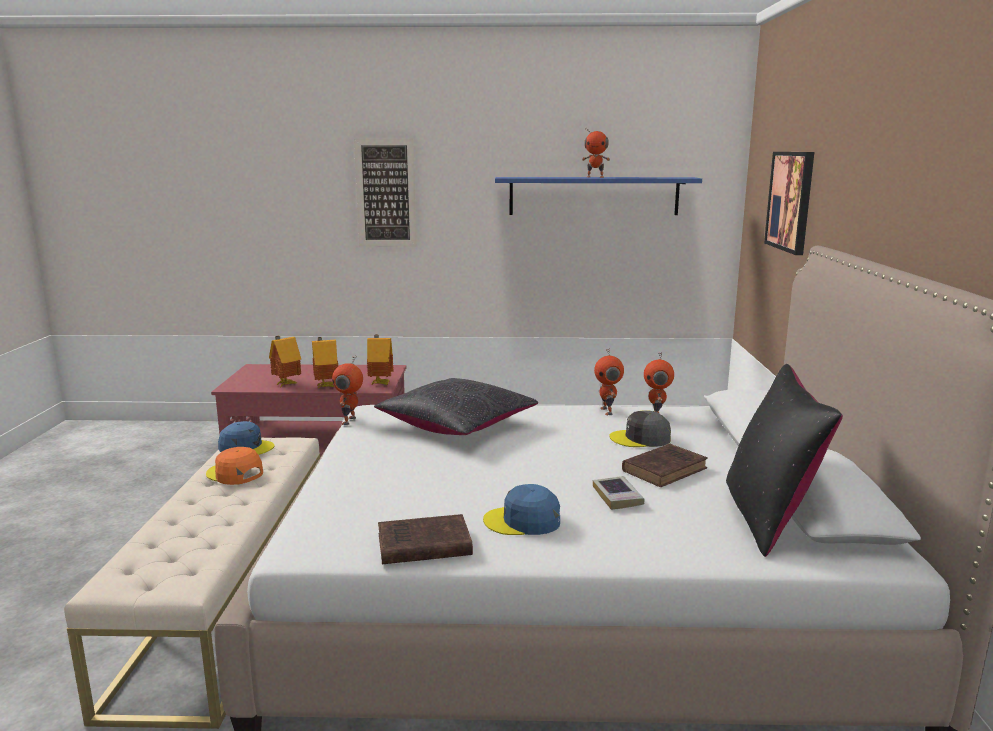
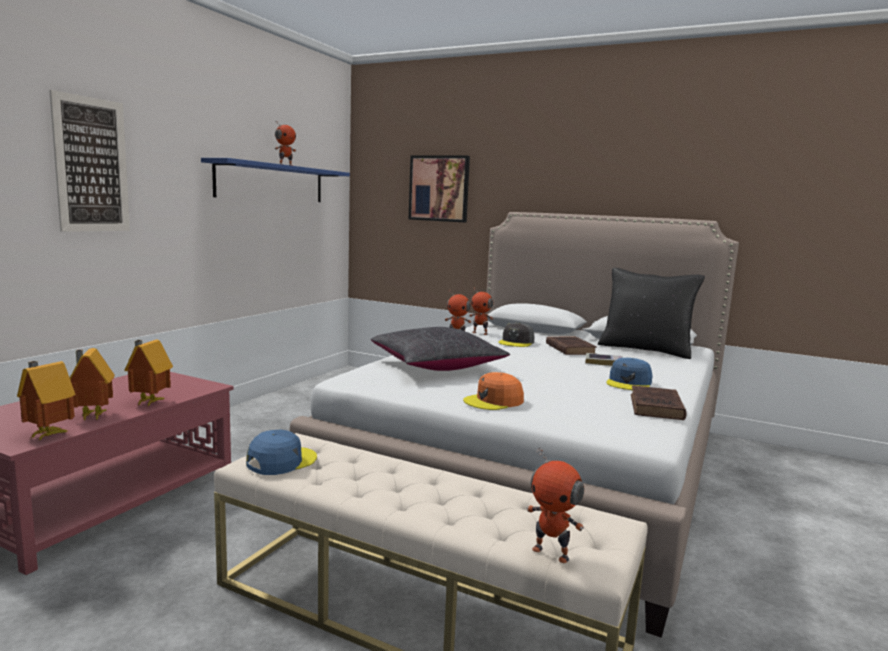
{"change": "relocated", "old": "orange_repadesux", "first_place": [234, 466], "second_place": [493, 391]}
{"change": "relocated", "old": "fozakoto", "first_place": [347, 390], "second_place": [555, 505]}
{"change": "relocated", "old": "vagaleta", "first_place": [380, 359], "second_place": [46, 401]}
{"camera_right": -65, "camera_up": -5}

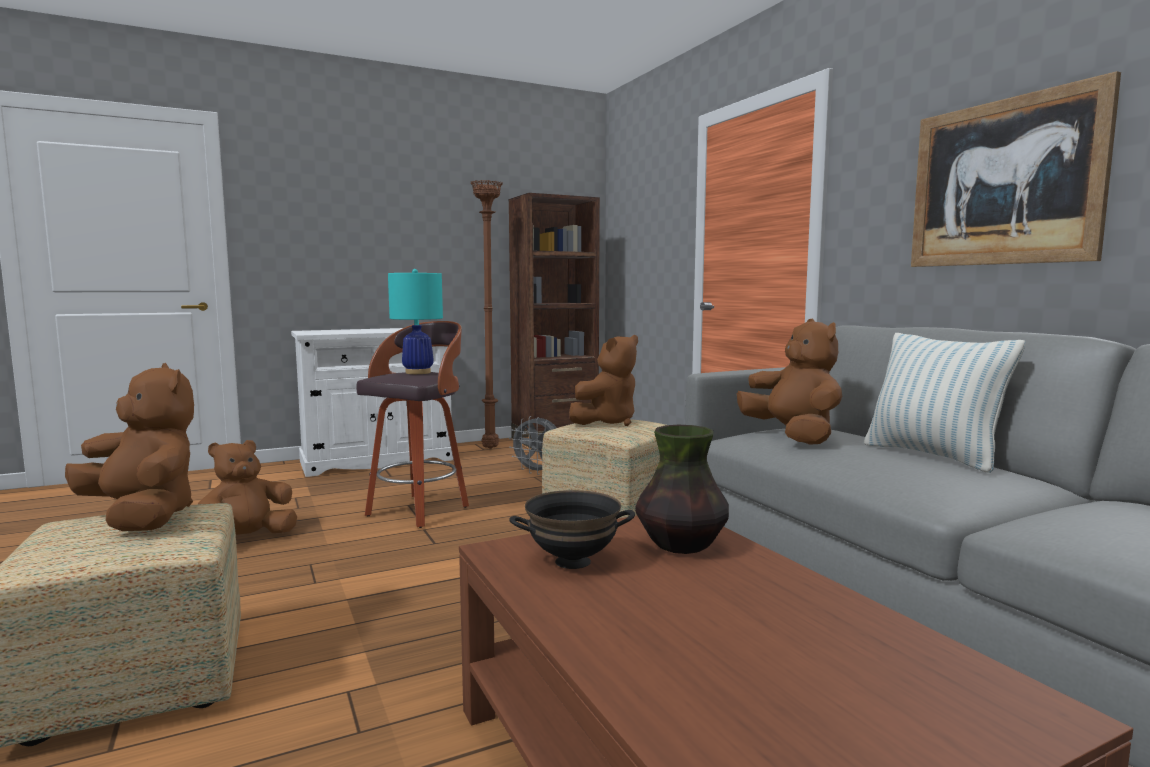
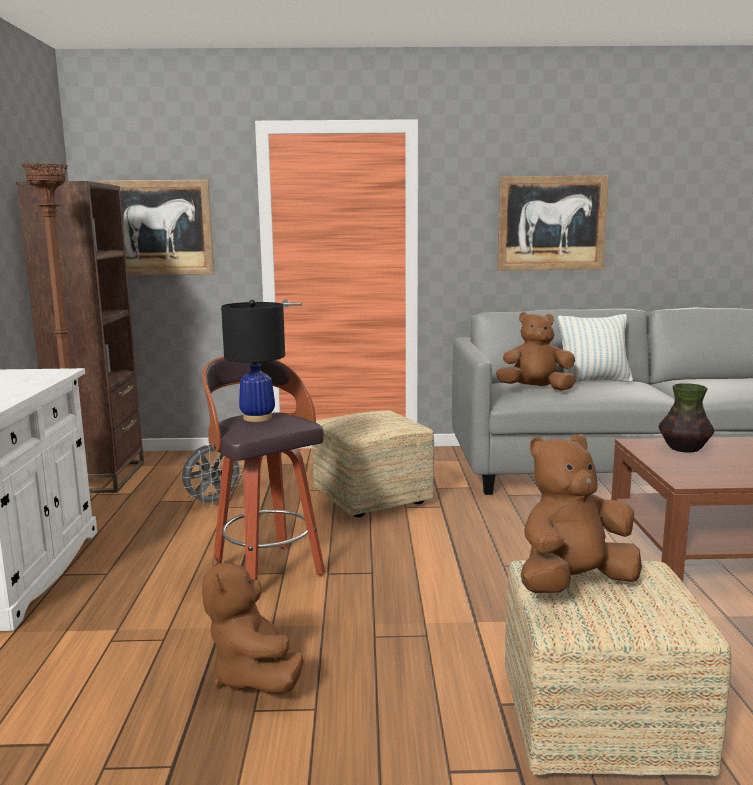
{"change": "colour", "old": "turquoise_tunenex", "new": "black_tunenex", "first_place": [415, 321], "second_place": [253, 361]}
{"change": "missing", "old": "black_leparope", "first_place": [572, 529]}
{"change": "missing", "old": "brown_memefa", "first_place": [603, 380]}
{"change": "appeared", "new": "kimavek", "second_place": [155, 227]}
{"camera_right": -65, "camera_up": 5}

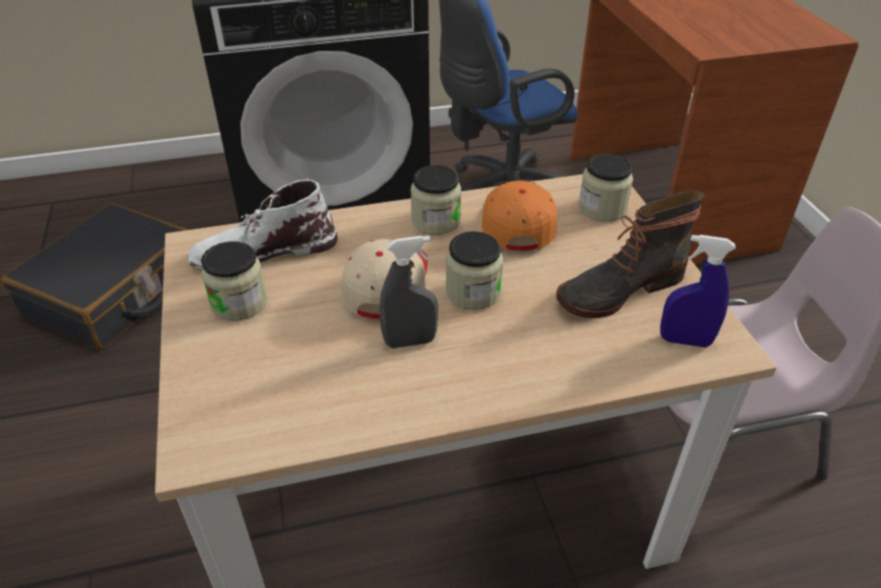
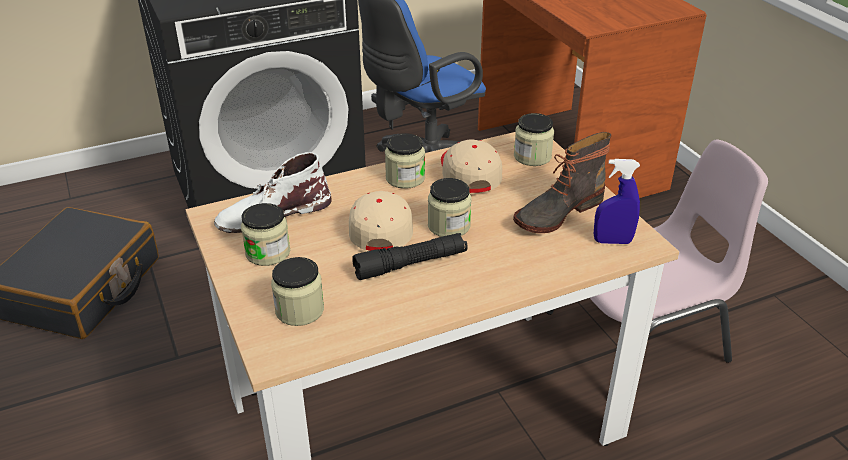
{"change": "exchanged", "old": "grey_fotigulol", "new": "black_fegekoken", "first_place": [409, 291], "second_place": [410, 256]}
{"change": "colour", "old": "orange_repadesux", "new": "beige_repadesux", "first_place": [519, 215], "second_place": [471, 166]}
{"change": "appeared", "new": "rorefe", "second_place": [297, 291]}
{"camera_right": -10, "camera_up": -5}

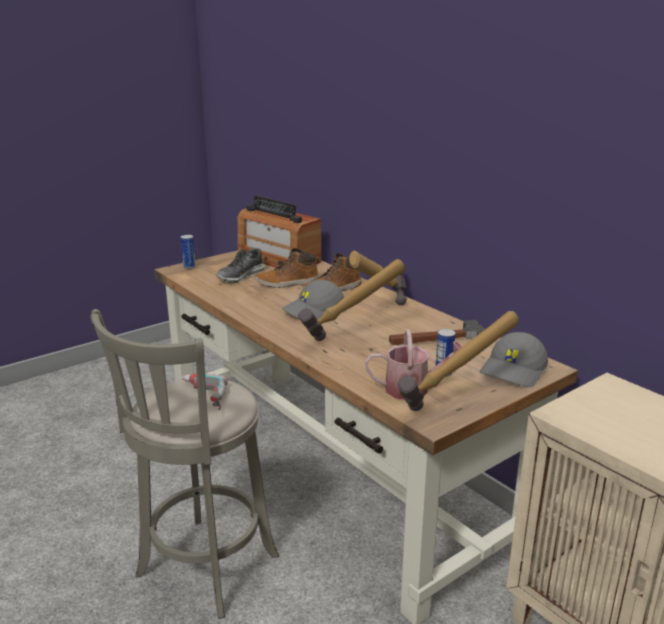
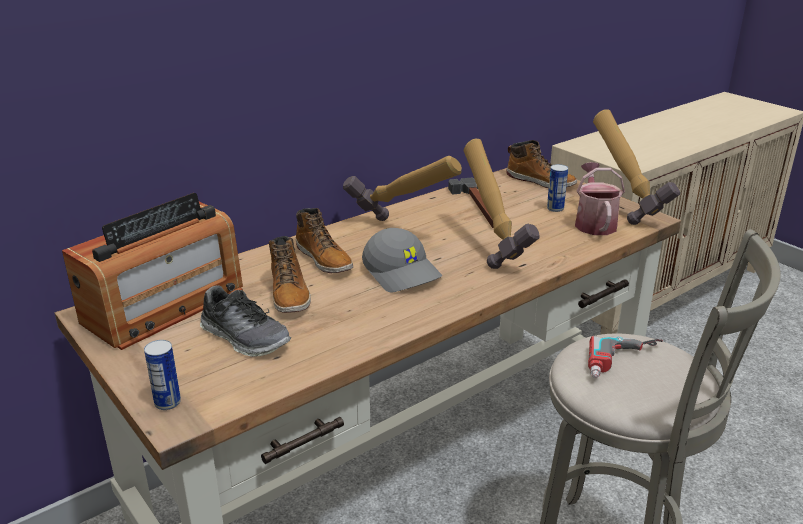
{"change": "exchanged", "old": "grey_repadesux", "new": "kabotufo", "first_place": [513, 359], "second_place": [541, 164]}
{"camera_right": -90, "camera_up": 5}

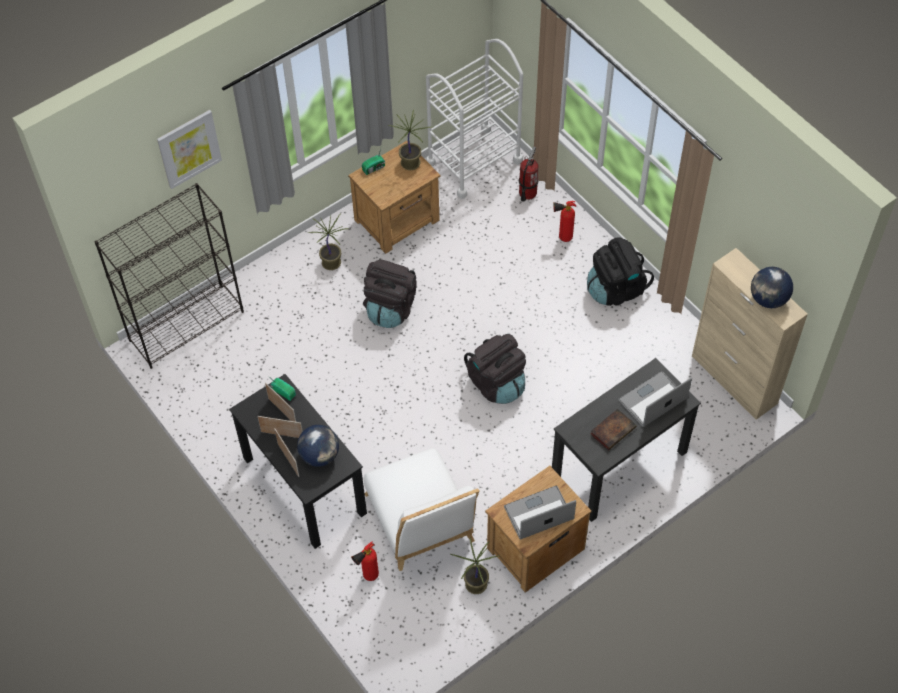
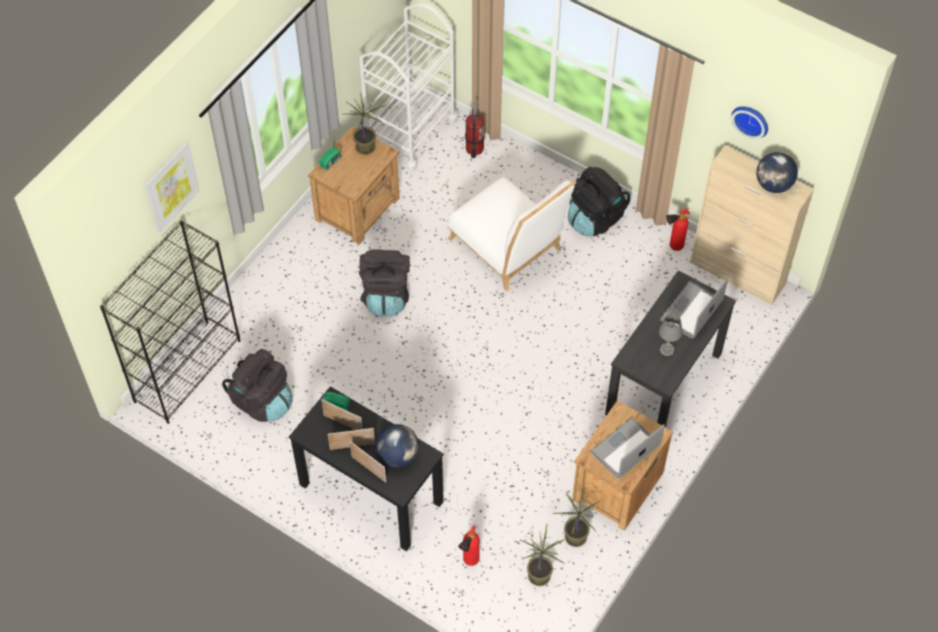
{"change": "relocated", "old": "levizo", "first_place": [328, 241], "second_place": [542, 555]}
{"change": "relocated", "old": "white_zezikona", "first_place": [422, 509], "second_place": [512, 234]}
{"change": "relocated", "old": "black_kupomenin", "first_place": [495, 369], "second_place": [257, 385]}
{"change": "relocated", "old": "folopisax", "first_place": [564, 221], "second_place": [678, 229]}
{"change": "exchanged", "old": "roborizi", "new": "grey_tunenex", "first_place": [613, 430], "second_place": [670, 335]}
{"change": "appeared", "new": "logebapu", "second_place": [750, 122]}
{"camera_right": -20, "camera_up": 0}

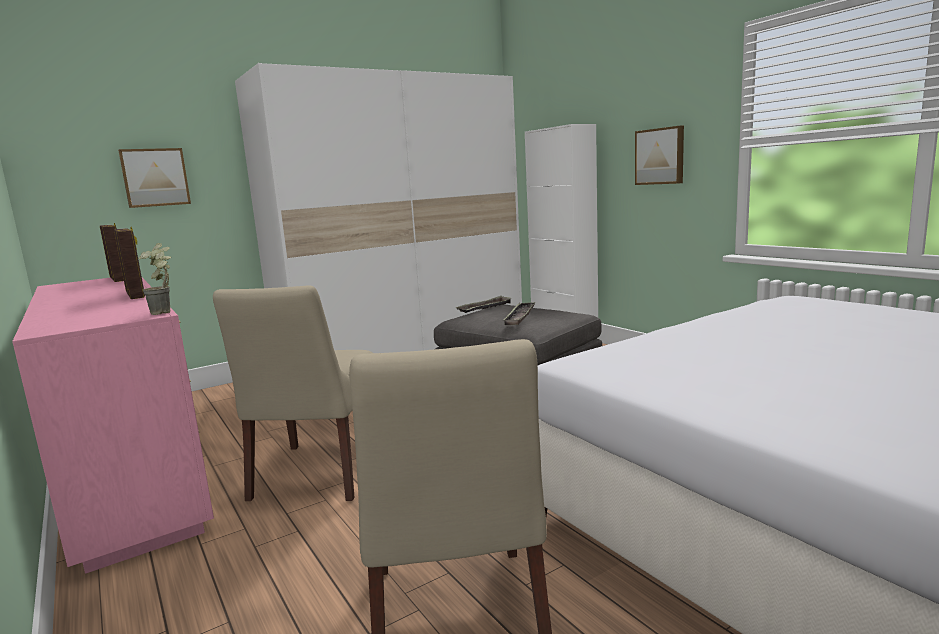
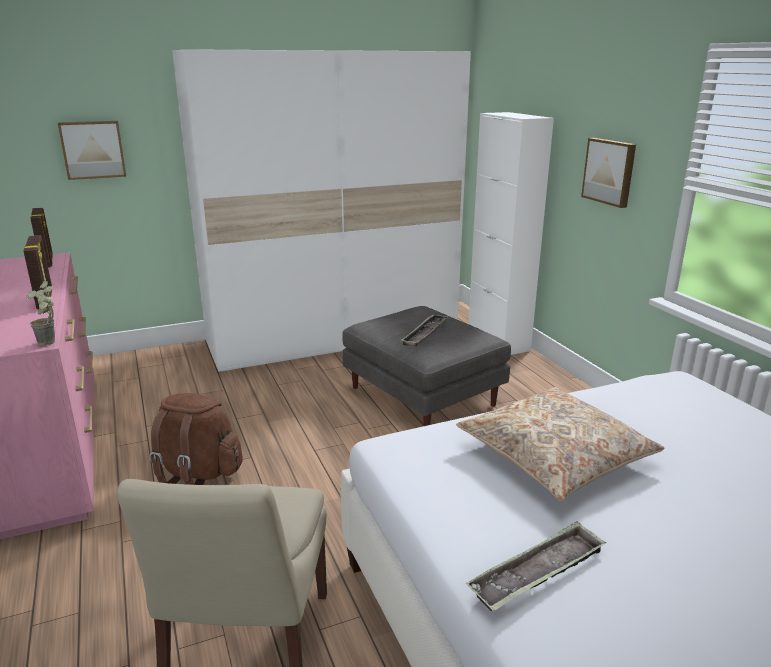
{"change": "exchanged", "old": "beige_zezikona", "new": "brown_kupomenin", "first_place": [293, 393], "second_place": [196, 439]}
{"change": "relocated", "old": "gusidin", "first_place": [483, 304], "second_place": [536, 566]}
{"change": "appeared", "new": "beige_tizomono", "second_place": [560, 444]}
{"camera_right": 10, "camera_up": 10}

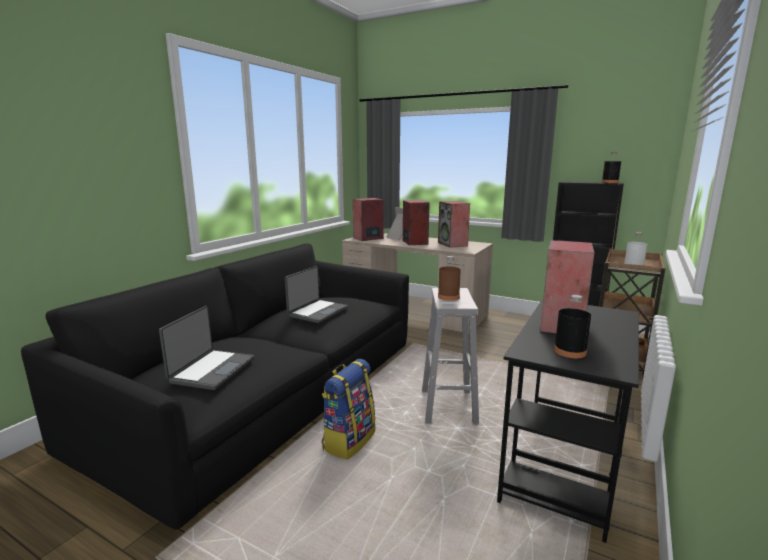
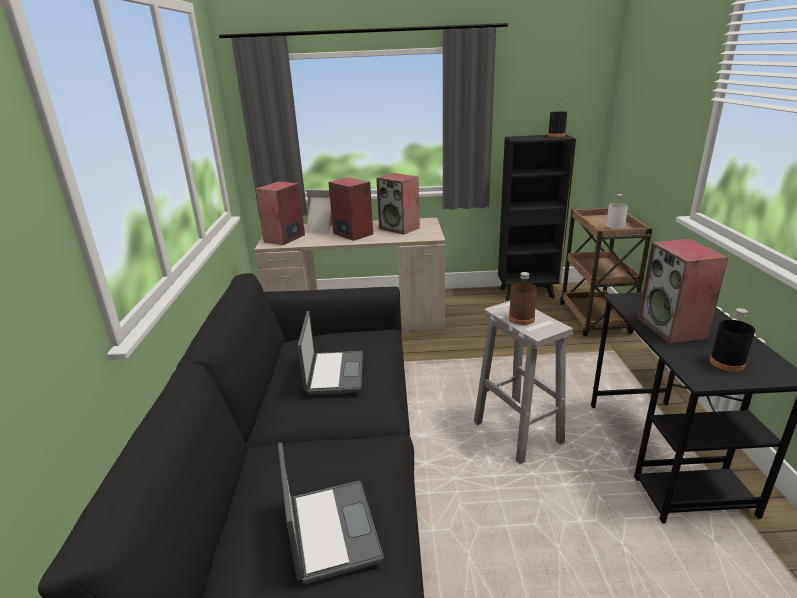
{"change": "missing", "old": "kupomenin", "first_place": [349, 409]}
{"camera_right": -30, "camera_up": 10}

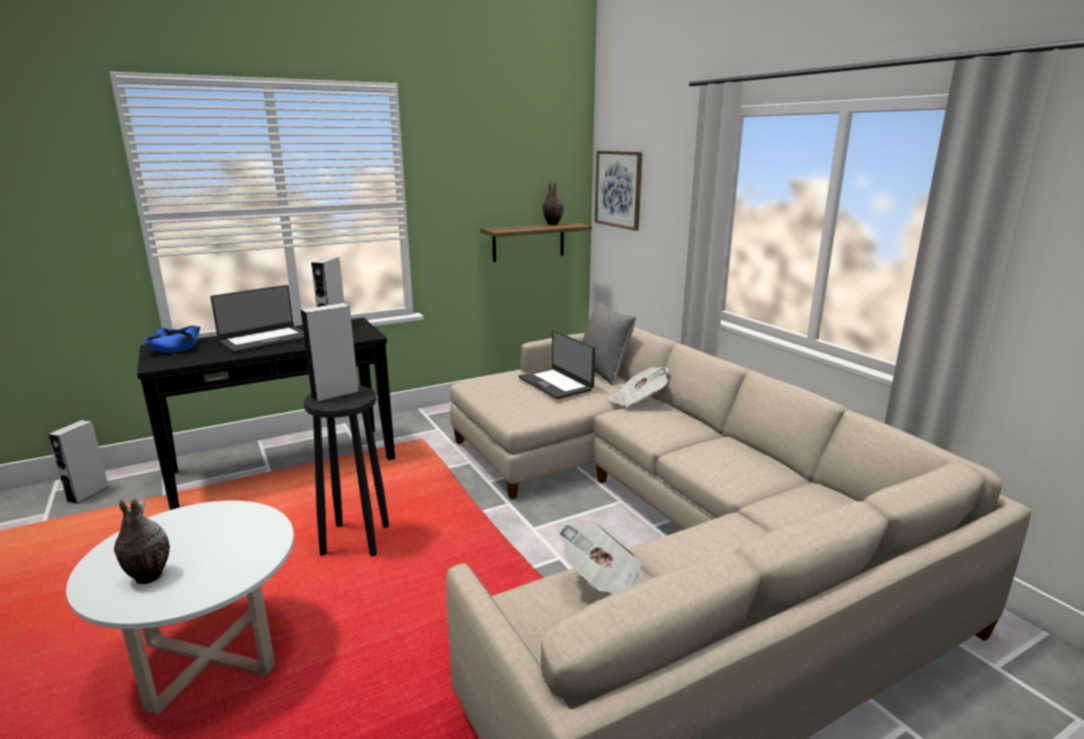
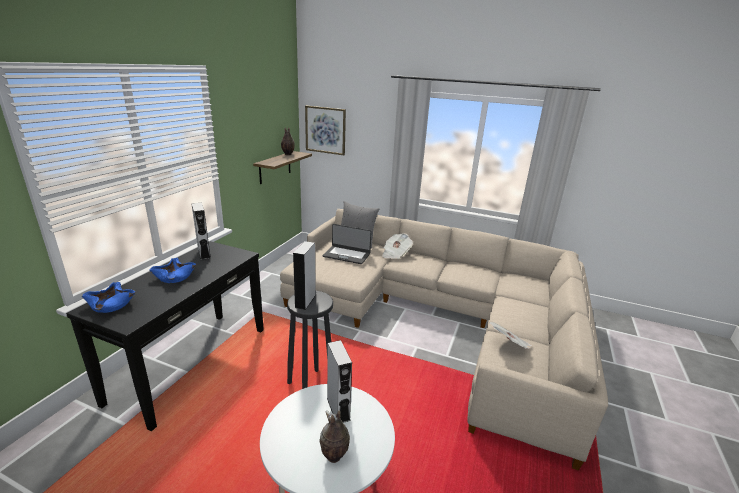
{"change": "relocated", "old": "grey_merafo", "first_place": [78, 462], "second_place": [339, 381]}
{"change": "exchanged", "old": "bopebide", "new": "blue_leparope", "first_place": [257, 319], "second_place": [172, 270]}
{"camera_right": -40, "camera_up": 5}

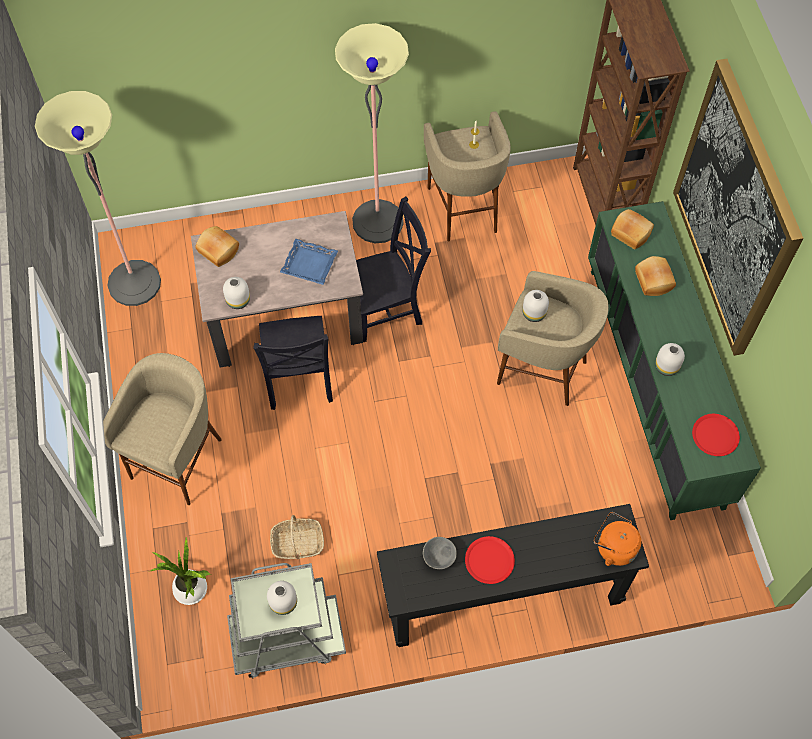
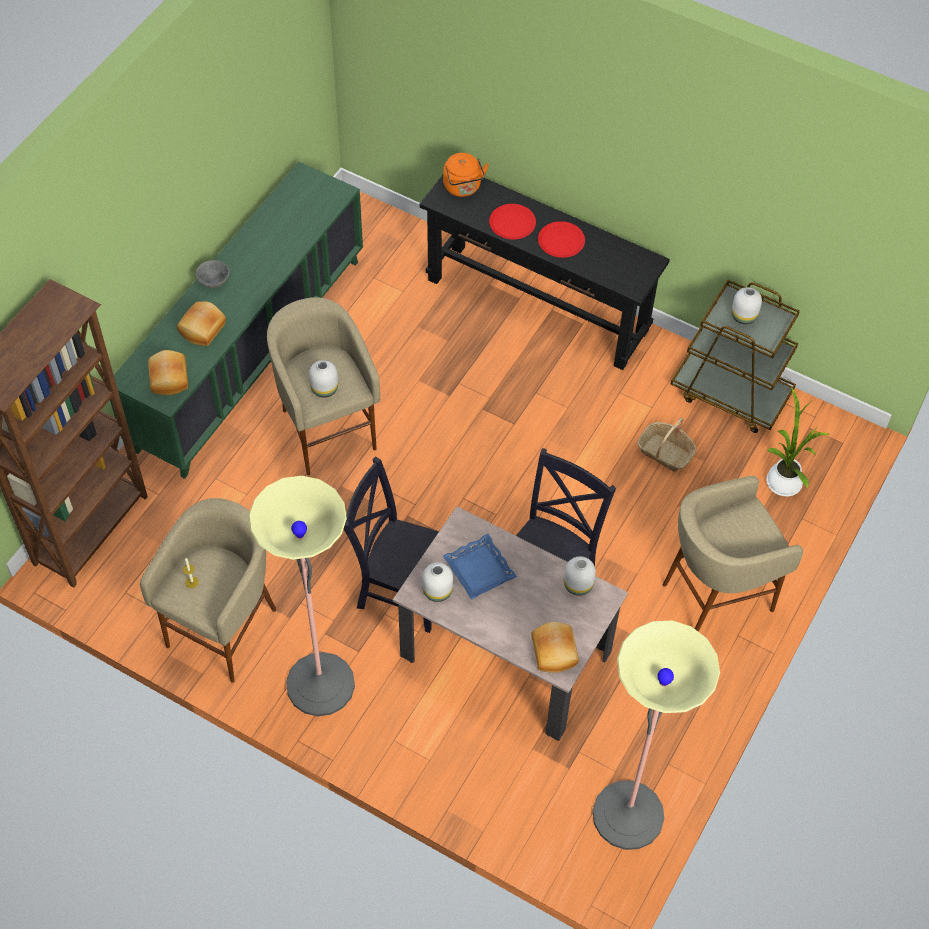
{"change": "colour", "old": "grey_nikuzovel", "new": "brown_nikuzovel", "first_place": [286, 620], "second_place": [735, 356]}
{"change": "relocated", "old": "grey_leparope", "first_place": [440, 553], "second_place": [213, 274]}
{"change": "relocated", "old": "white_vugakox", "first_place": [670, 359], "second_place": [437, 582]}
{"change": "missing", "old": "kimavek", "first_place": [738, 207]}
{"change": "relocated", "old": "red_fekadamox", "first_place": [716, 435], "second_place": [512, 221]}
{"camera_right": -140, "camera_up": -5}

